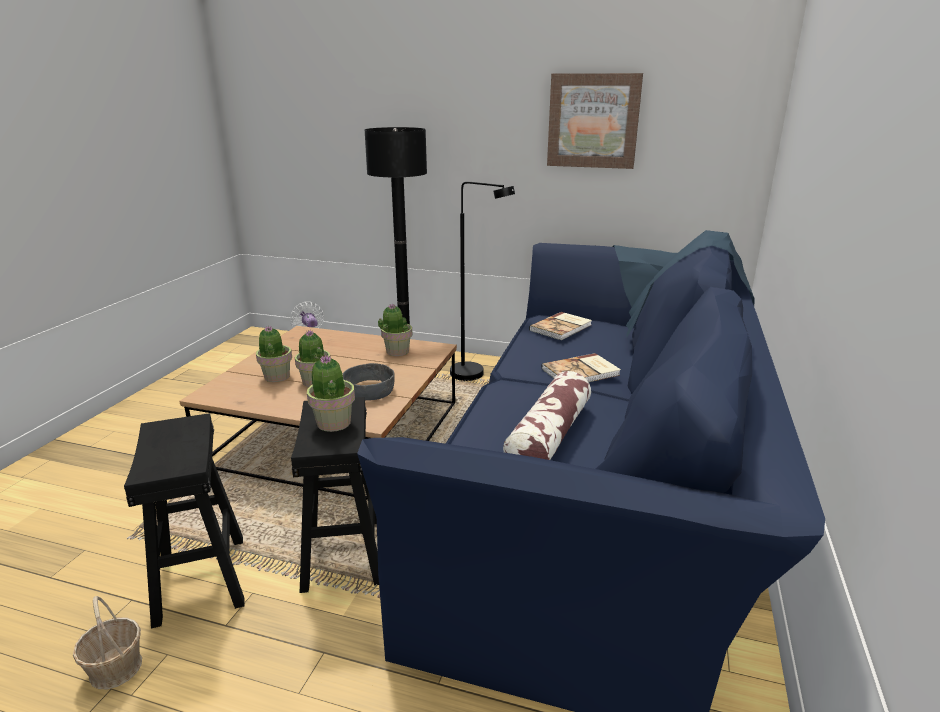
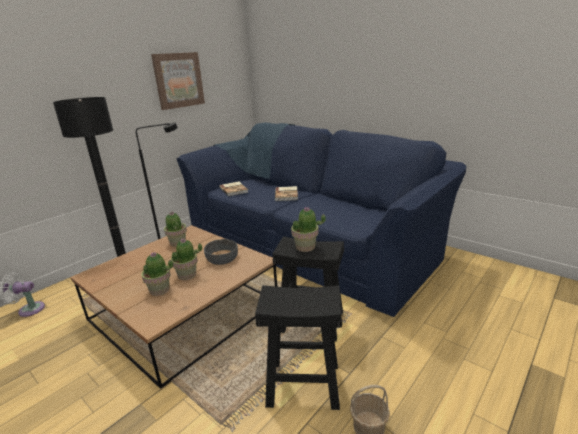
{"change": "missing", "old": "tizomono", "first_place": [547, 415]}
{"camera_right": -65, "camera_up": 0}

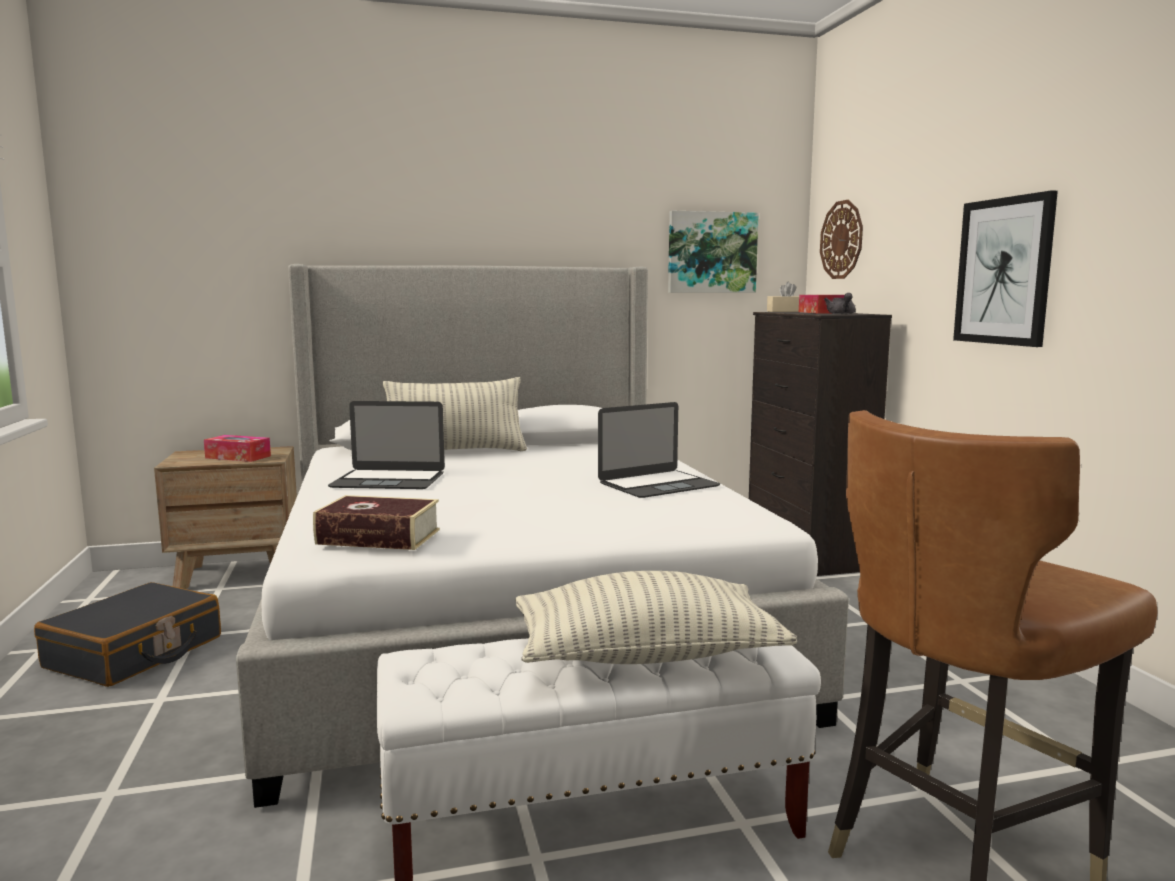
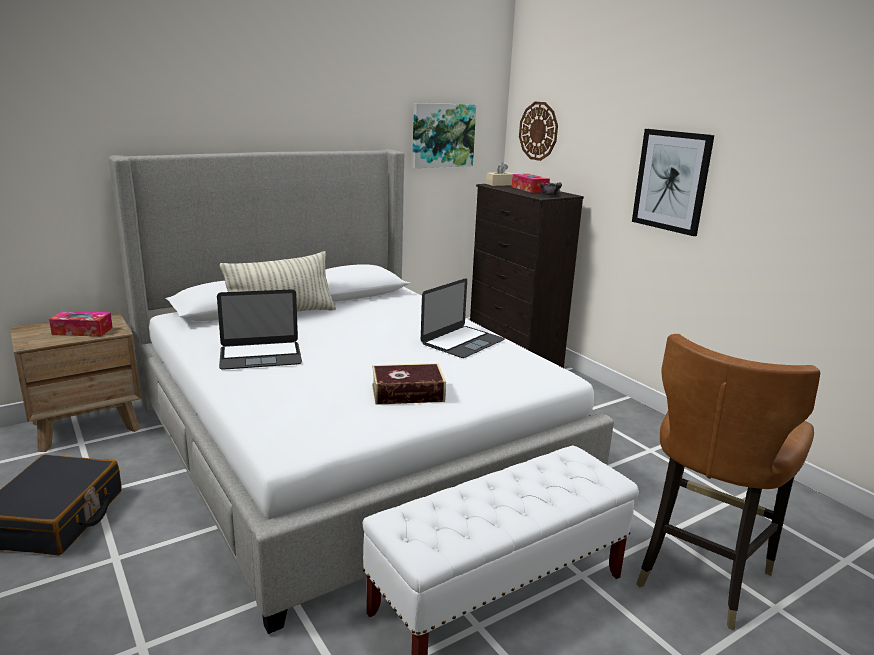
{"change": "relocated", "old": "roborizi", "first_place": [376, 522], "second_place": [409, 384]}
{"change": "missing", "old": "tizomono", "first_place": [656, 617]}
{"camera_right": -20, "camera_up": 10}

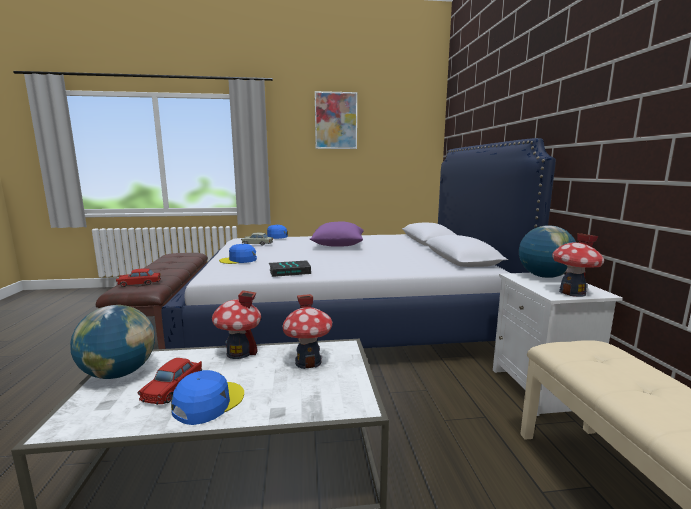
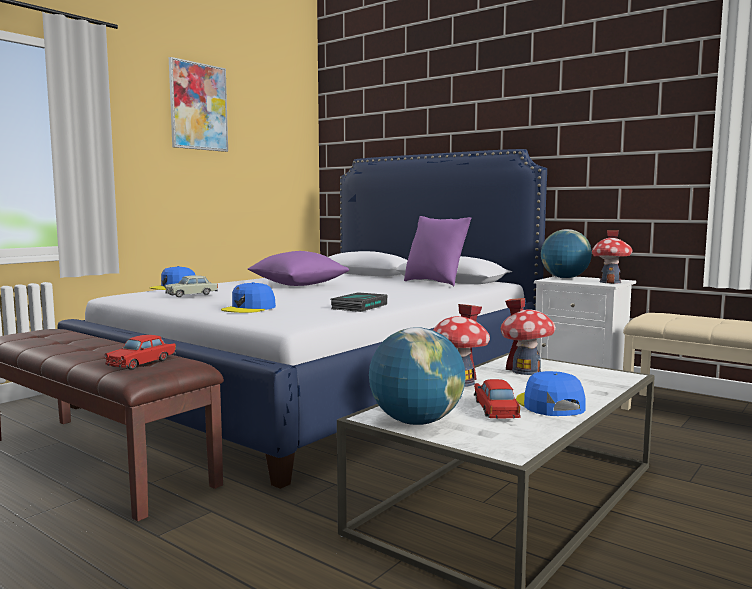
{"change": "spun", "old": "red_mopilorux", "first_place": [170, 381], "second_place": [497, 399], "degrees": -150}
{"change": "appeared", "new": "purple_tizomono", "second_place": [438, 251]}
{"camera_right": -45, "camera_up": -5}

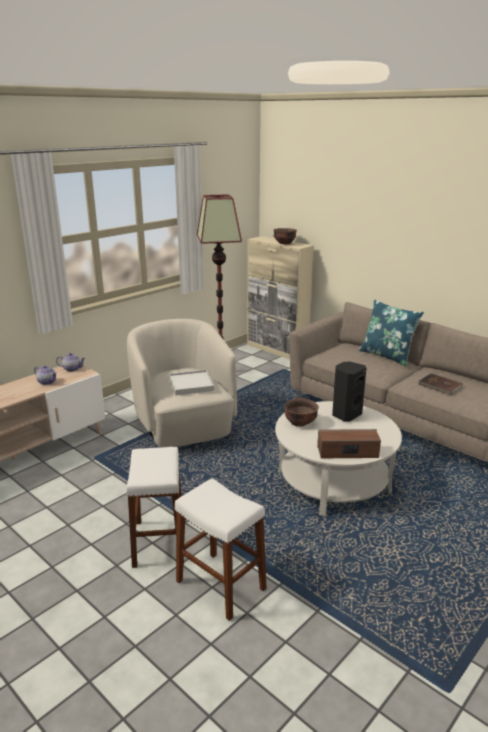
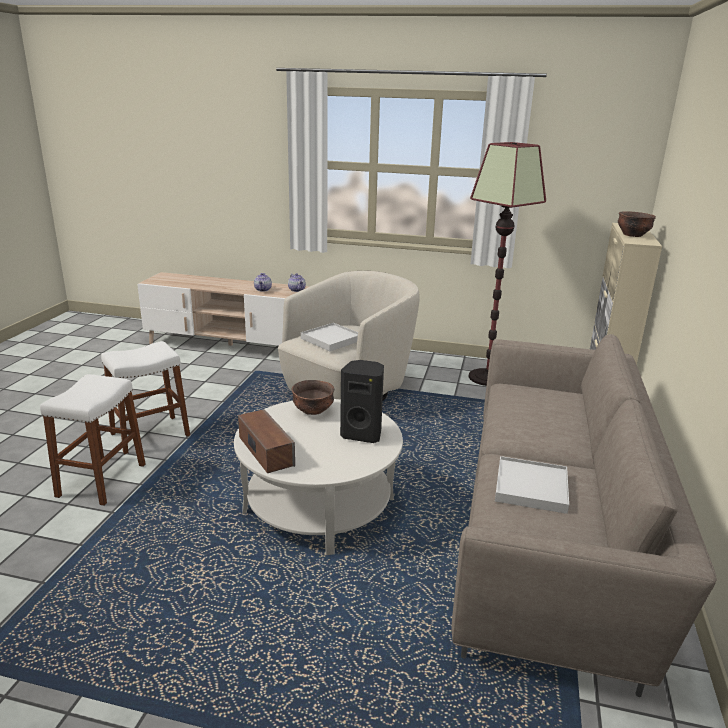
{"change": "missing", "old": "blue_tizomono", "first_place": [391, 333]}
{"change": "exchanged", "old": "brown_roborizi", "new": "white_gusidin", "first_place": [440, 384], "second_place": [532, 485]}
{"camera_right": 60, "camera_up": 0}

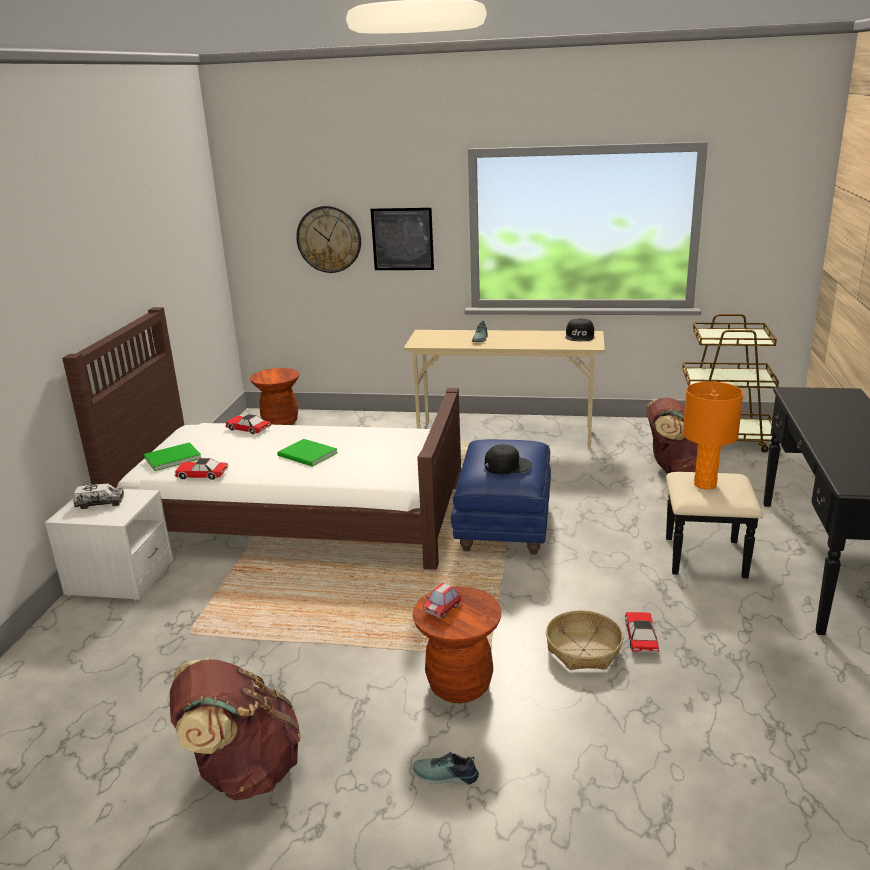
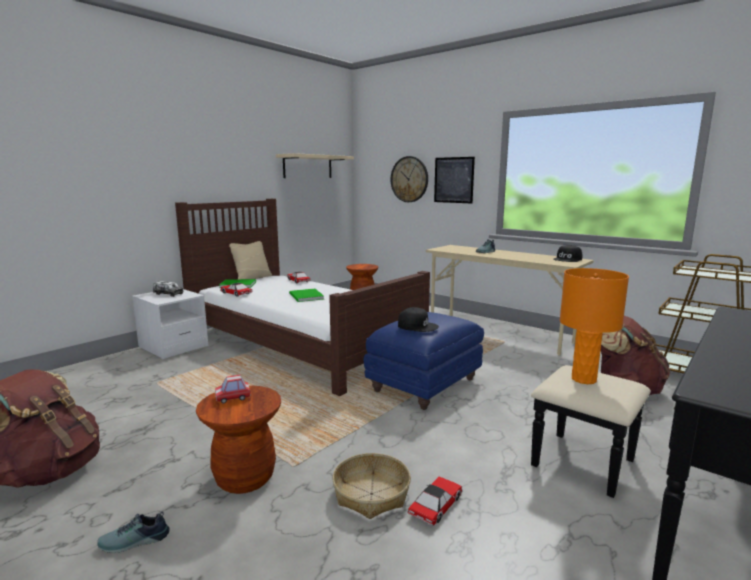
{"change": "spun", "old": "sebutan", "first_place": [446, 768], "second_place": [133, 532], "degrees": -60}
{"change": "appeared", "new": "beige_tizomono", "second_place": [250, 260]}
{"change": "appeared", "new": "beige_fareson", "second_place": [315, 165]}
{"camera_right": 30, "camera_up": -10}

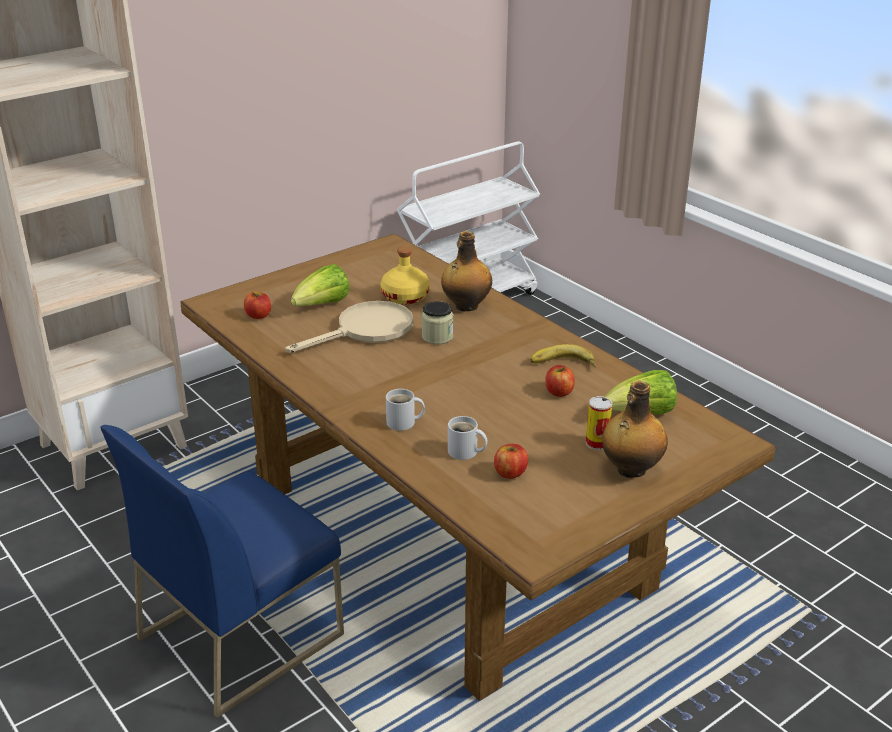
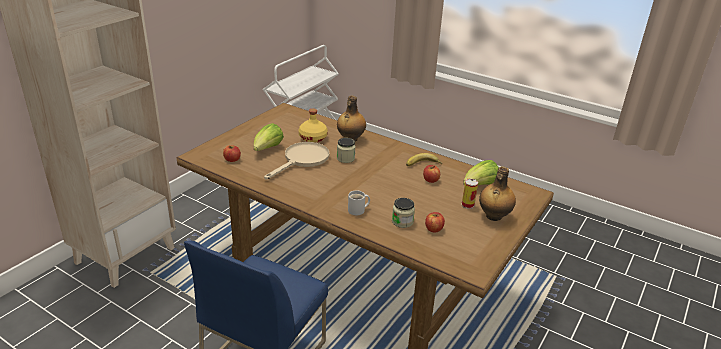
{"change": "exchanged", "old": "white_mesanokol", "new": "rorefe", "first_place": [467, 438], "second_place": [403, 213]}
{"camera_right": -20, "camera_up": 0}

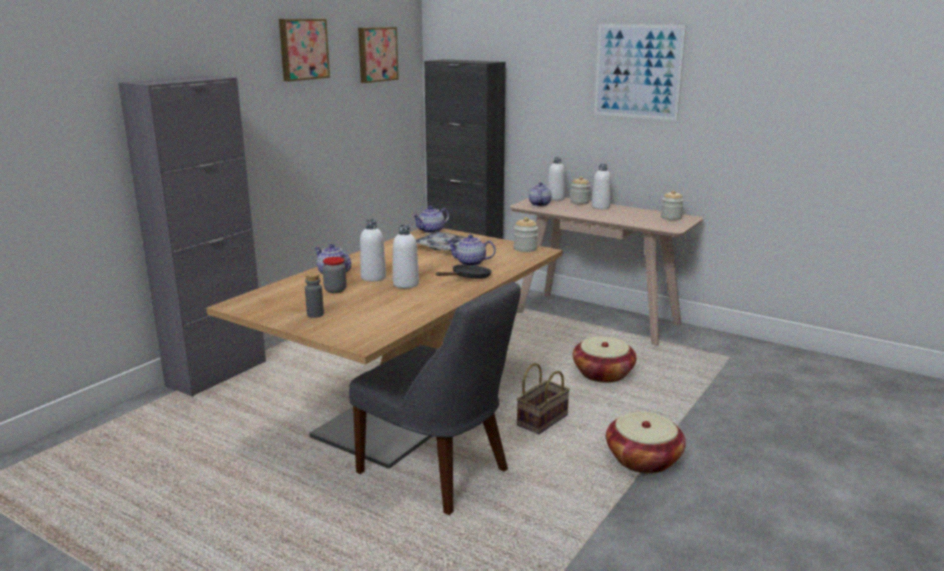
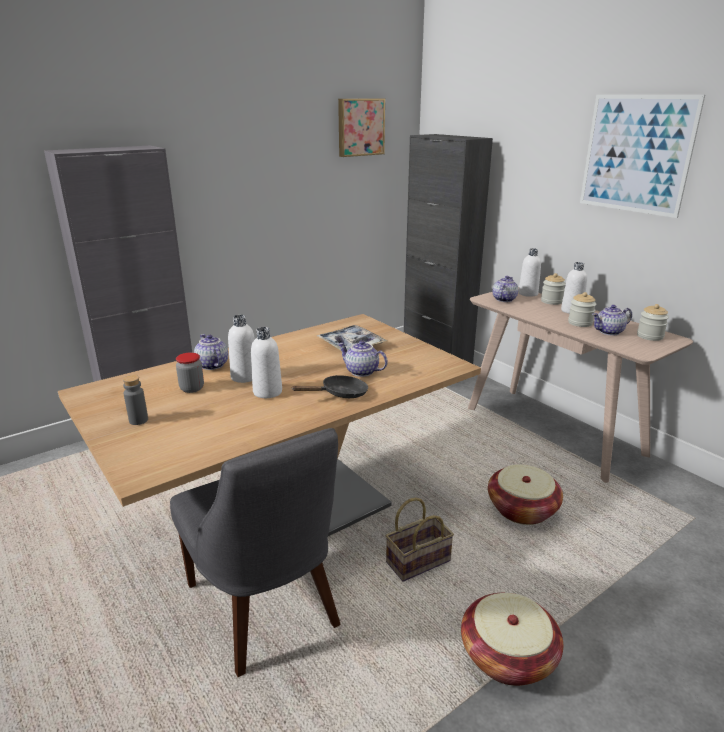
{"change": "missing", "old": "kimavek", "first_place": [304, 50]}
{"change": "relocated", "old": "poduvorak", "first_place": [431, 219], "second_place": [612, 320]}
{"change": "relocated", "old": "rorefe", "first_place": [525, 234], "second_place": [582, 309]}
{"camera_right": 20, "camera_up": 5}

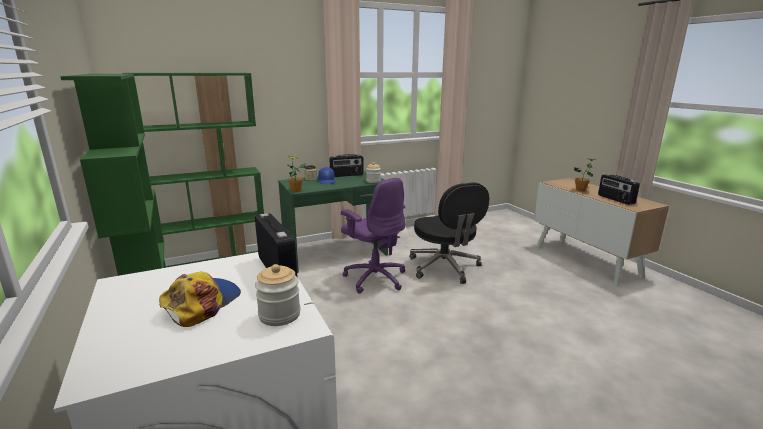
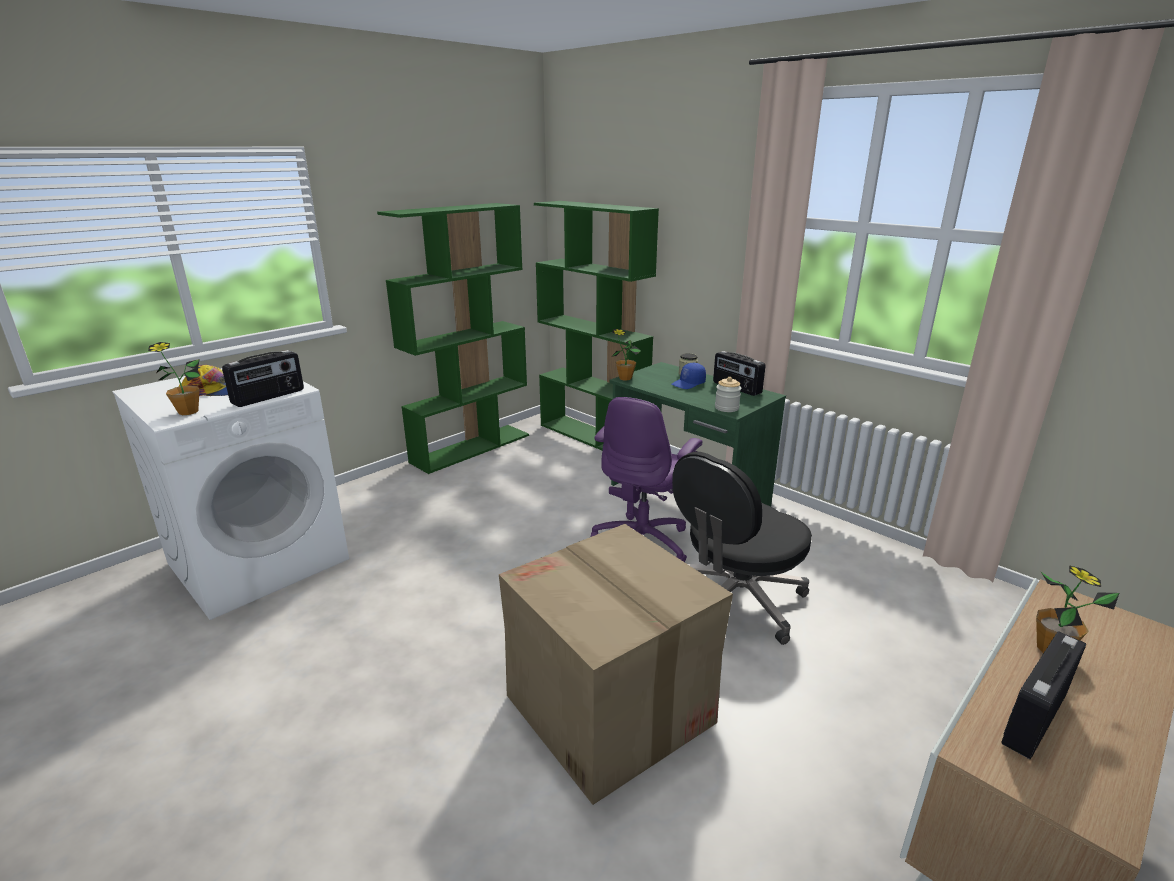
{"change": "exchanged", "old": "rorefe", "new": "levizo", "first_place": [277, 295], "second_place": [174, 378]}
{"change": "appeared", "new": "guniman", "second_place": [616, 664]}
{"camera_right": 70, "camera_up": 5}

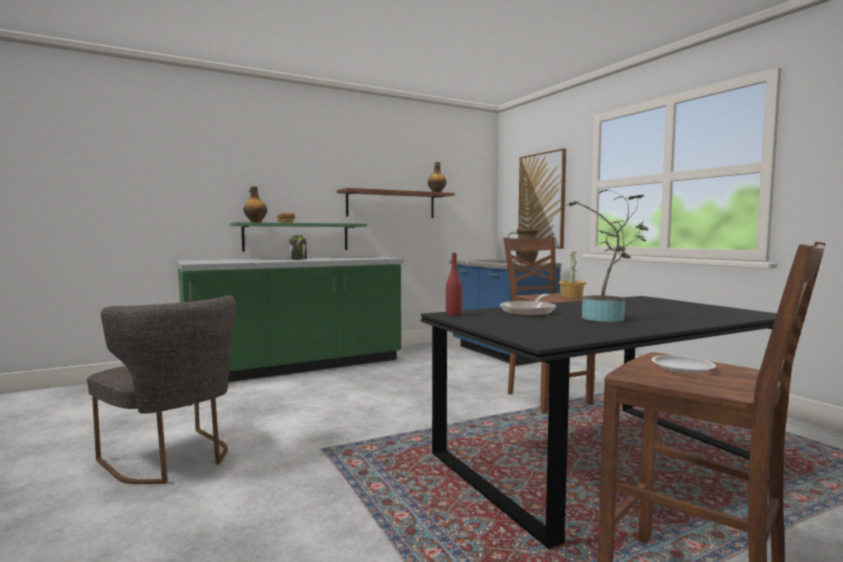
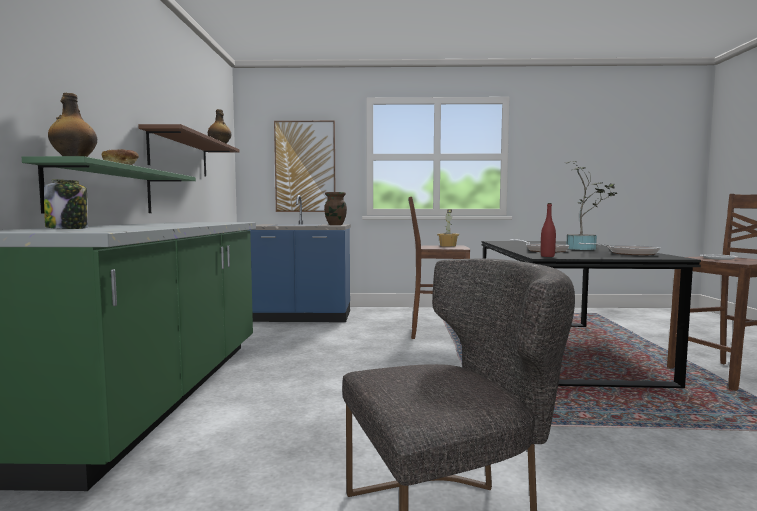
{"change": "relocated", "old": "rorefe", "first_place": [298, 247], "second_place": [66, 204]}
{"change": "appeared", "new": "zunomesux", "second_place": [619, 249]}
{"camera_right": -60, "camera_up": 0}

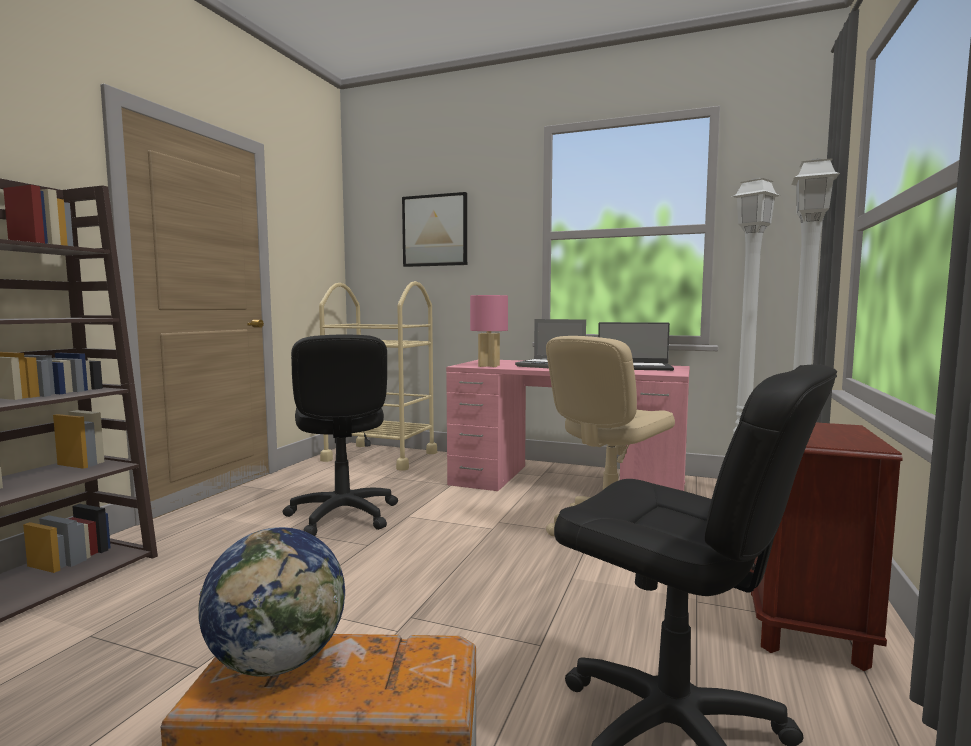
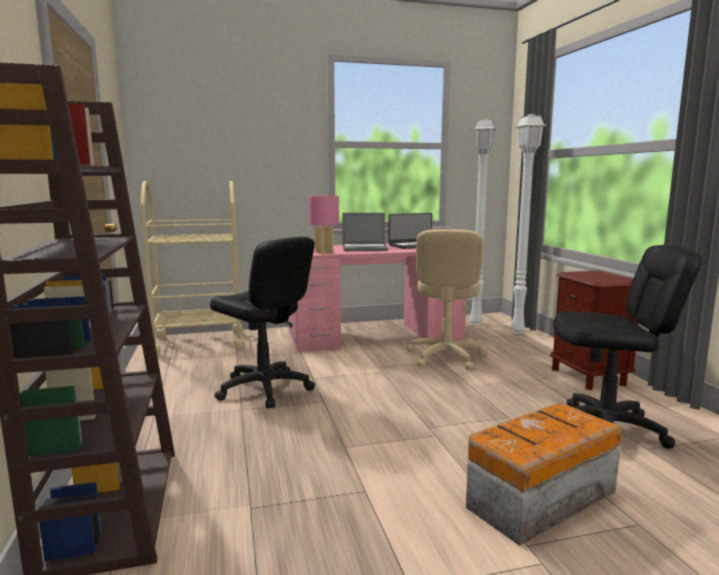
{"change": "missing", "old": "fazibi", "first_place": [271, 602]}
{"change": "missing", "old": "kimavek", "first_place": [434, 229]}
{"camera_right": -35, "camera_up": 5}

